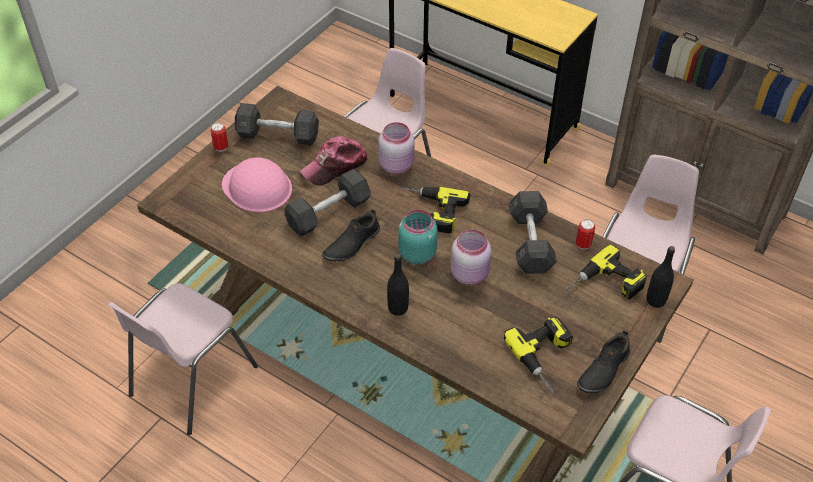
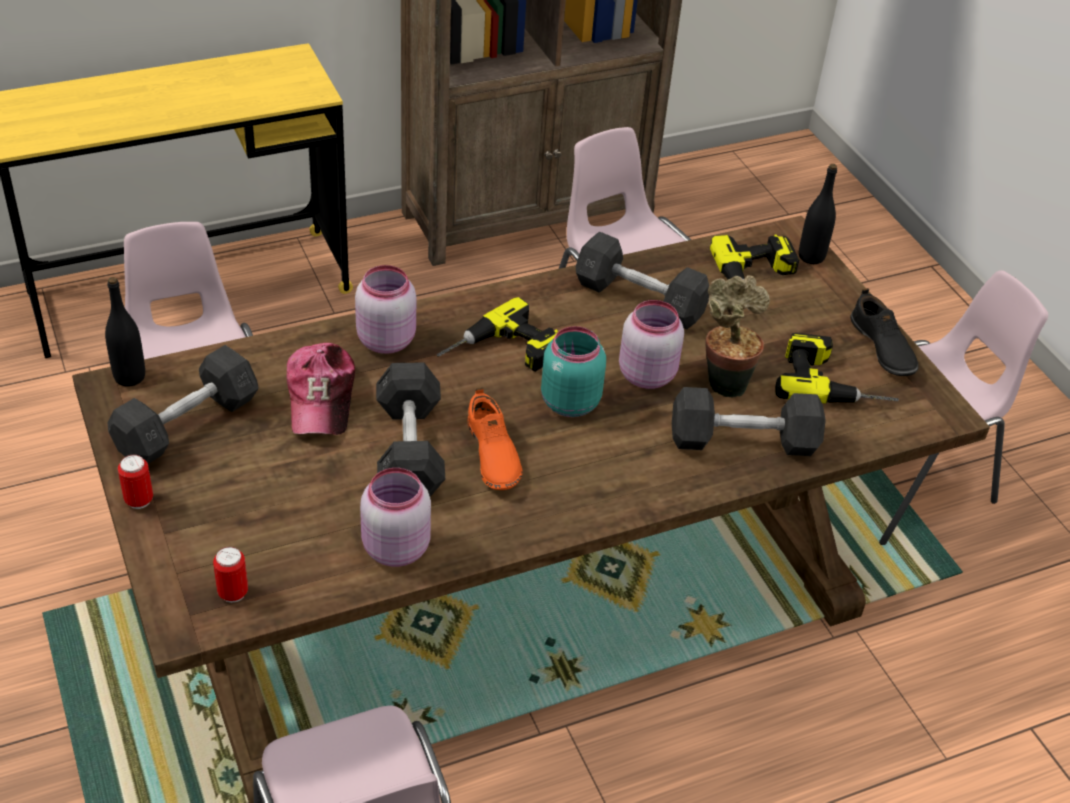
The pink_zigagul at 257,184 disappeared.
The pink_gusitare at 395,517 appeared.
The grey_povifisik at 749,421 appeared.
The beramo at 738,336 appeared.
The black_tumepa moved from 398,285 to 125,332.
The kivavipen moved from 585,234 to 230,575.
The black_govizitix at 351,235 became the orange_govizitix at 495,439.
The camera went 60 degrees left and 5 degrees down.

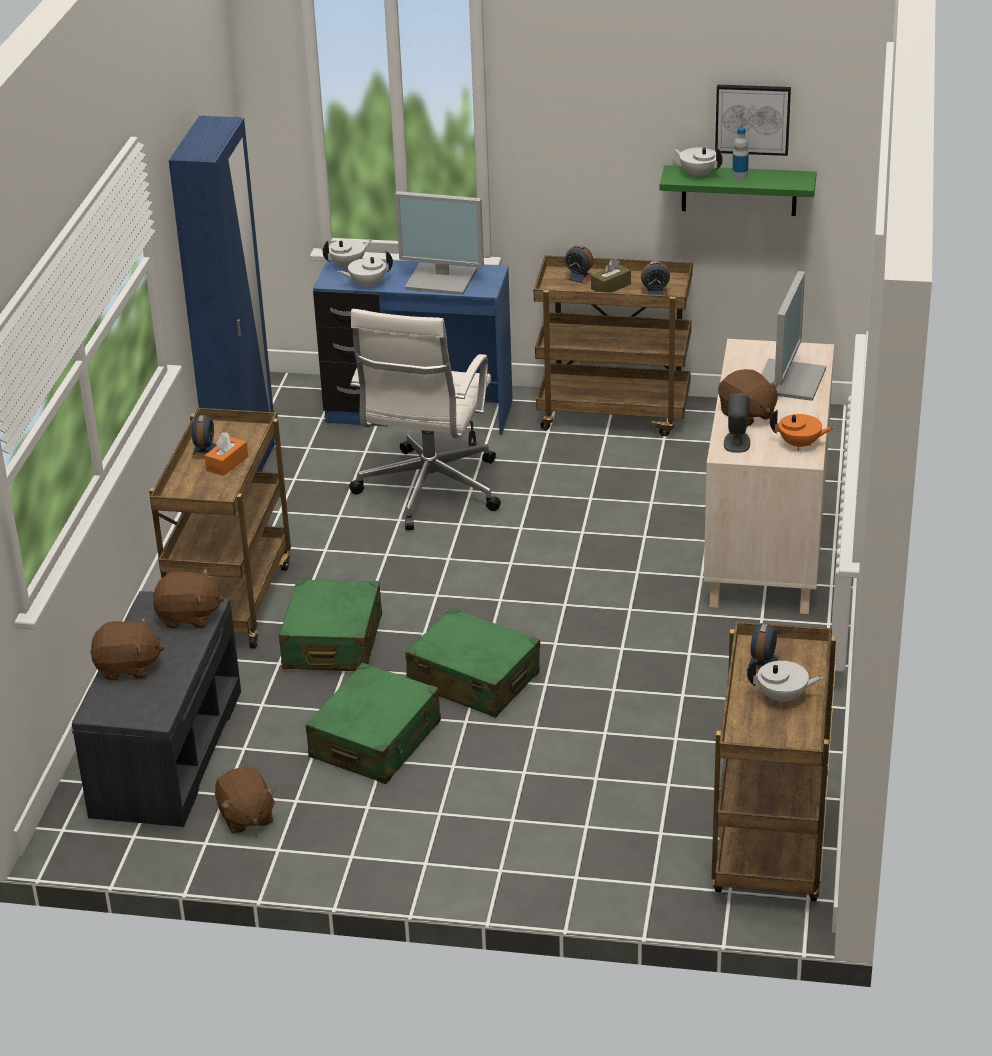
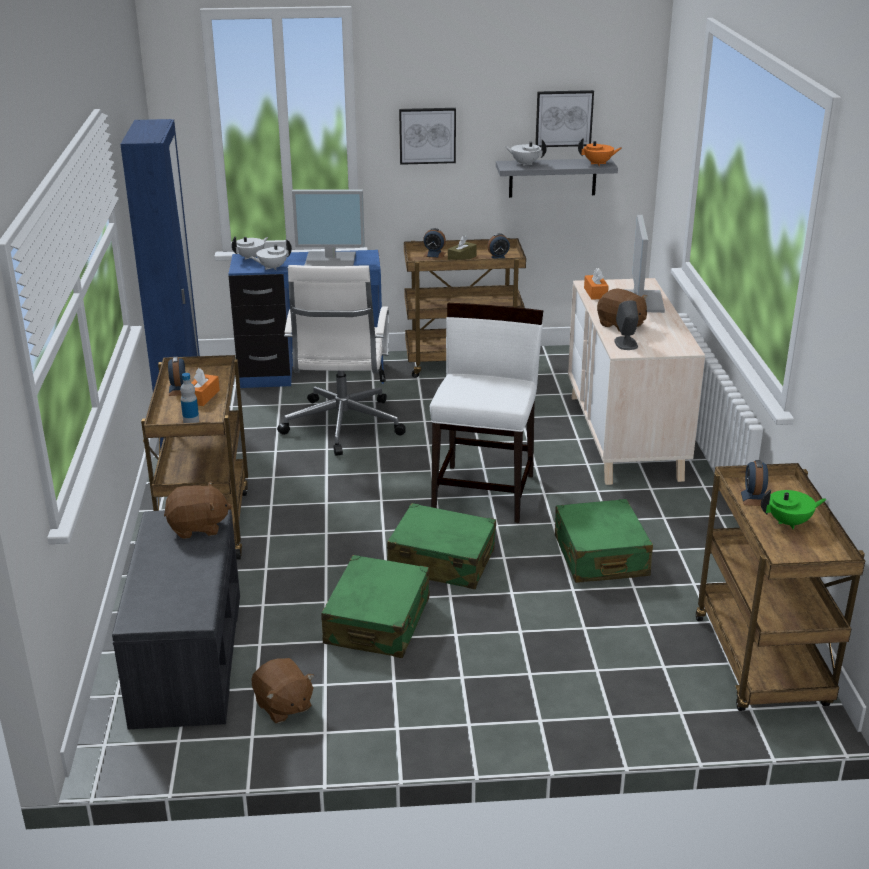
The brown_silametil at 127,648 disappeared.
The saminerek at 427,136 appeared.
The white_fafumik at 486,413 appeared.
The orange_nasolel at 596,284 appeared.
The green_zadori moved from 330,625 to 604,541.
The tumepa moved from 740,153 to 189,398.
The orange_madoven moved from 802,430 to 600,152.
The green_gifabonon at 738,190 became the grey_gifabonon at 557,178.
The white_madoven at 785,683 became the green_madoven at 794,509.
The camera went 15 degrees left and 5 degrees down.

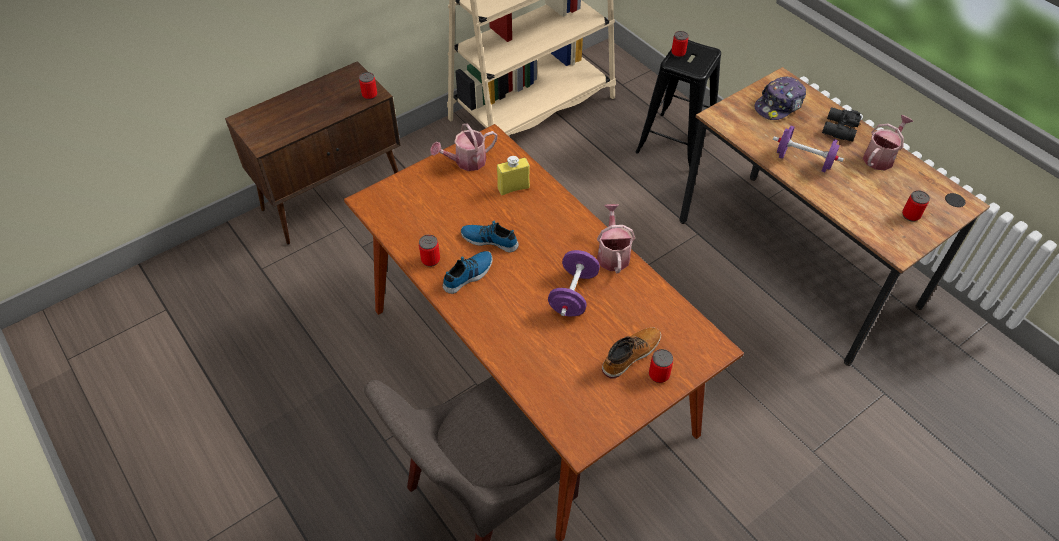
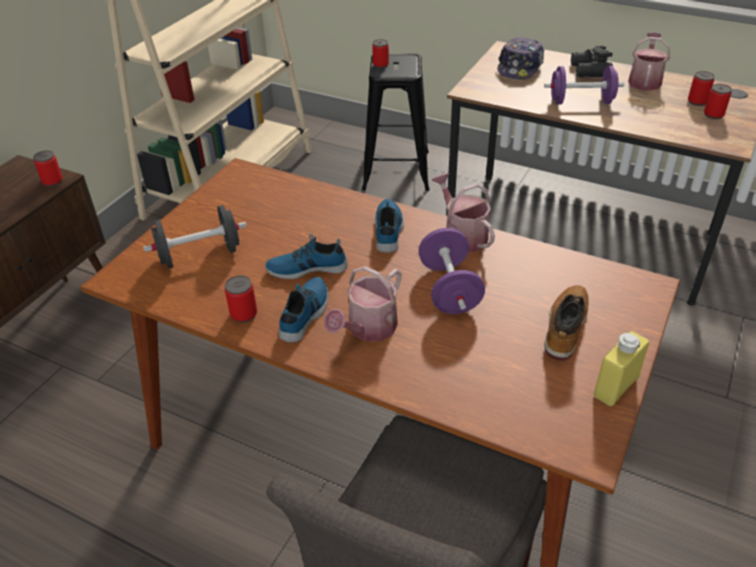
The black_povifisik at 195,237 appeared.
The govizitix at 389,226 appeared.
The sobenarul moved from 463,147 to 362,303.
The yellow_tumepa moved from 513,175 to 621,368.
The kivavipen moved from 661,366 to 701,88.
The camera went 25 degrees left and 10 degrees down.

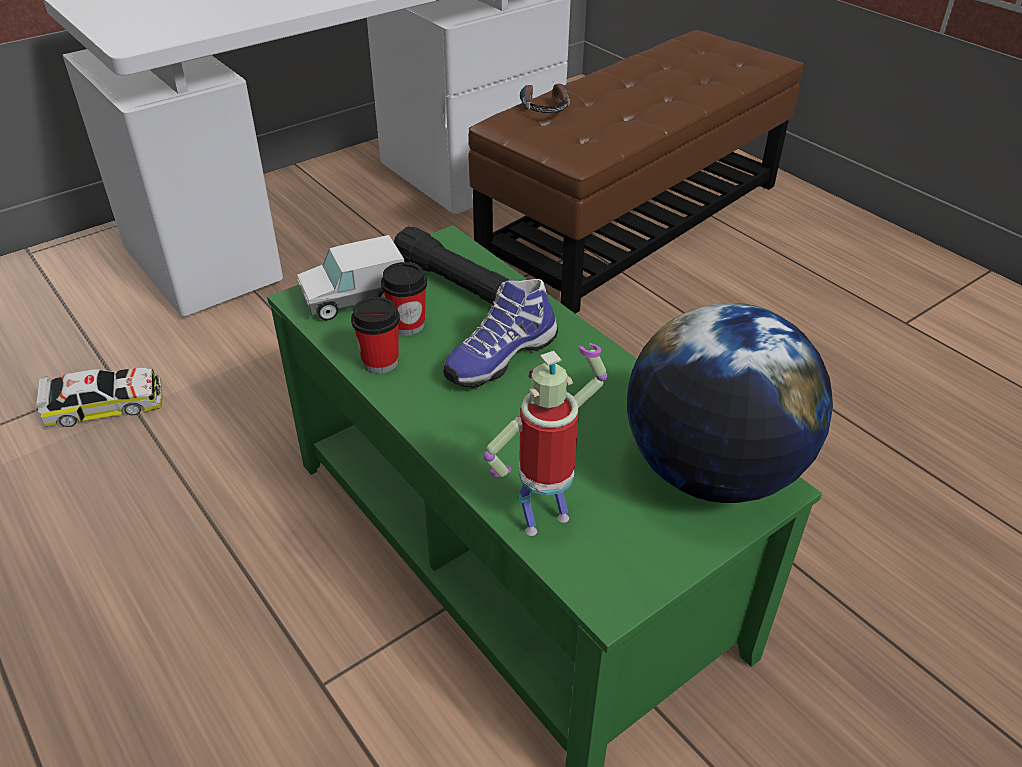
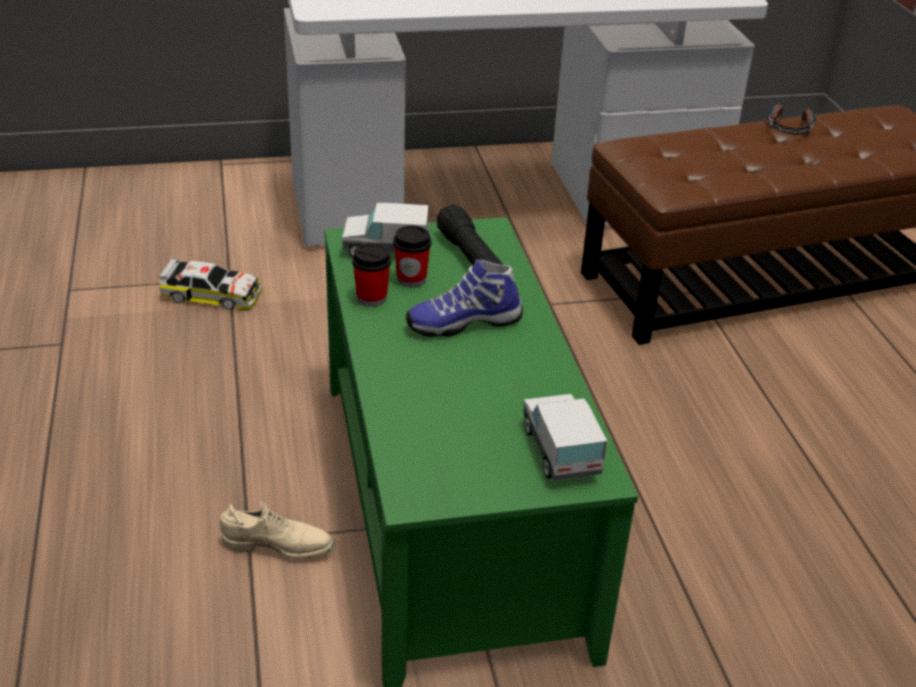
The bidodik at 545,439 disappeared.
The beige_govizitix at 277,530 appeared.
The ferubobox moved from 545,98 to 792,119.
The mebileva at 730,403 was replaced by the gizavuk at 565,437.
The camera went 25 degrees right and 5 degrees down.

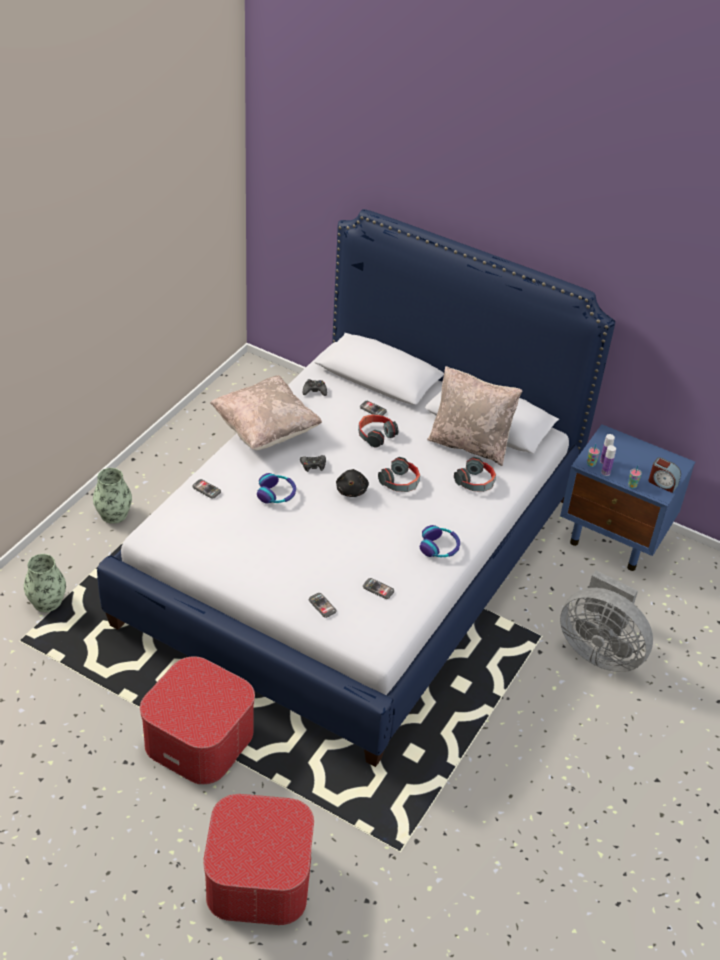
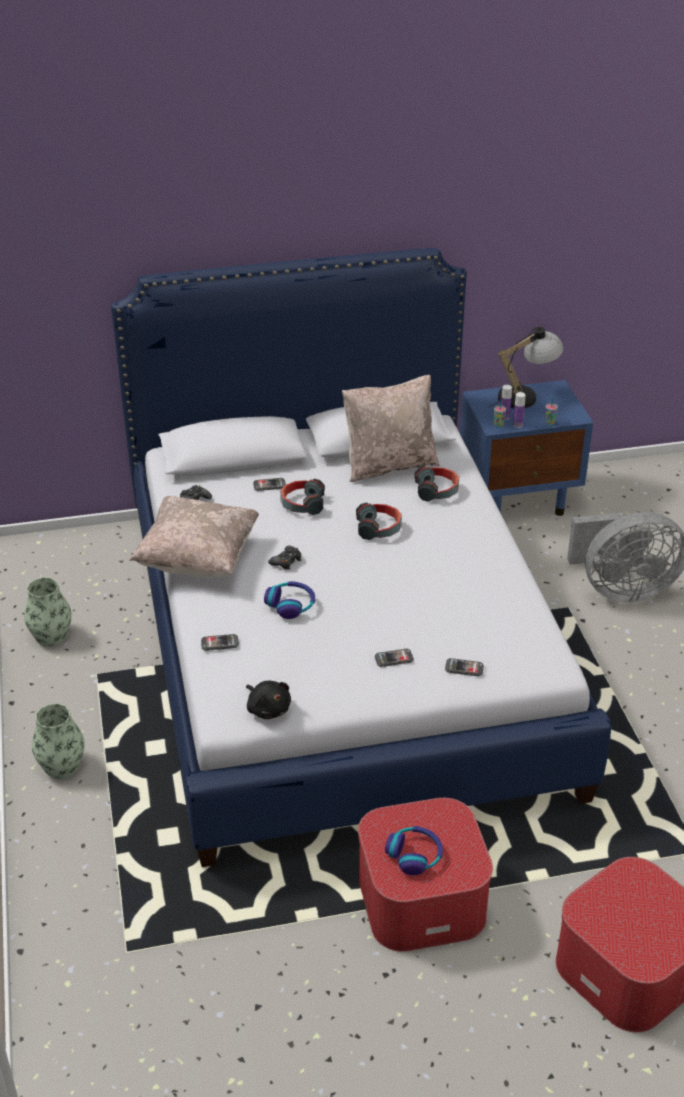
The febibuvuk at 665,475 disappeared.
The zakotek at 526,367 appeared.
The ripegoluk moved from 45,583 to 48,611.
The black_silametil moved from 352,483 to 268,700.
The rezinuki moved from 378,588 to 394,658.
The ferubobox moved from 440,541 to 414,850.
The camera went 40 degrees left and 5 degrees down.

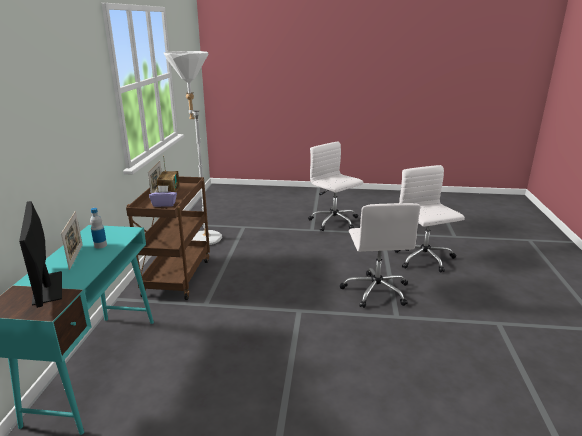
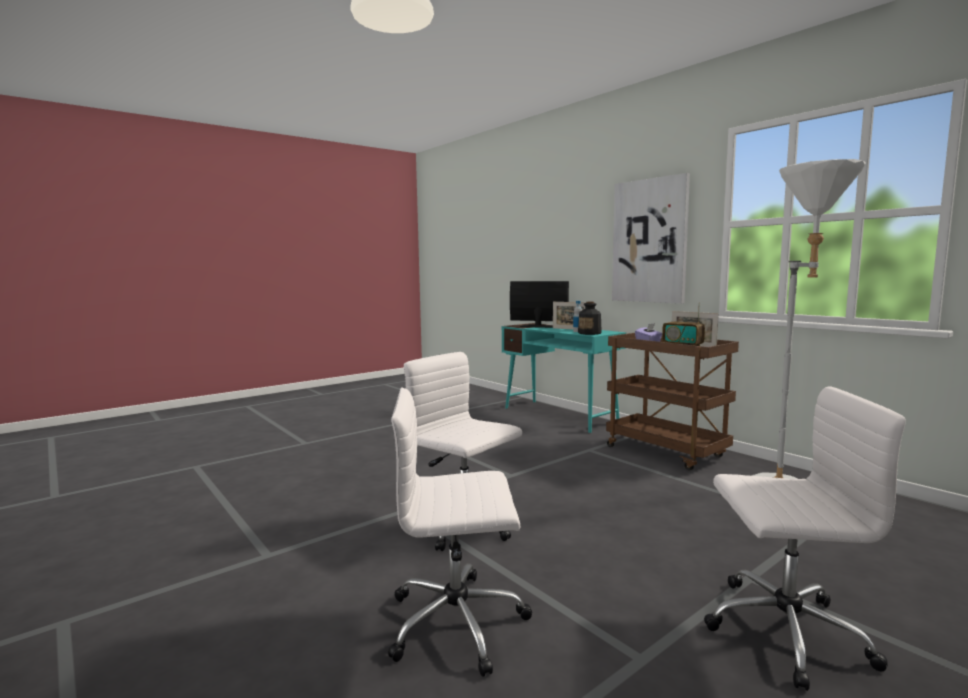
The tumepa at 590,318 appeared.
The saminerek at 651,238 appeared.
The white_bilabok at 429,219 turned 150 degrees clockwise.
The camera went 135 degrees right and 15 degrees down.

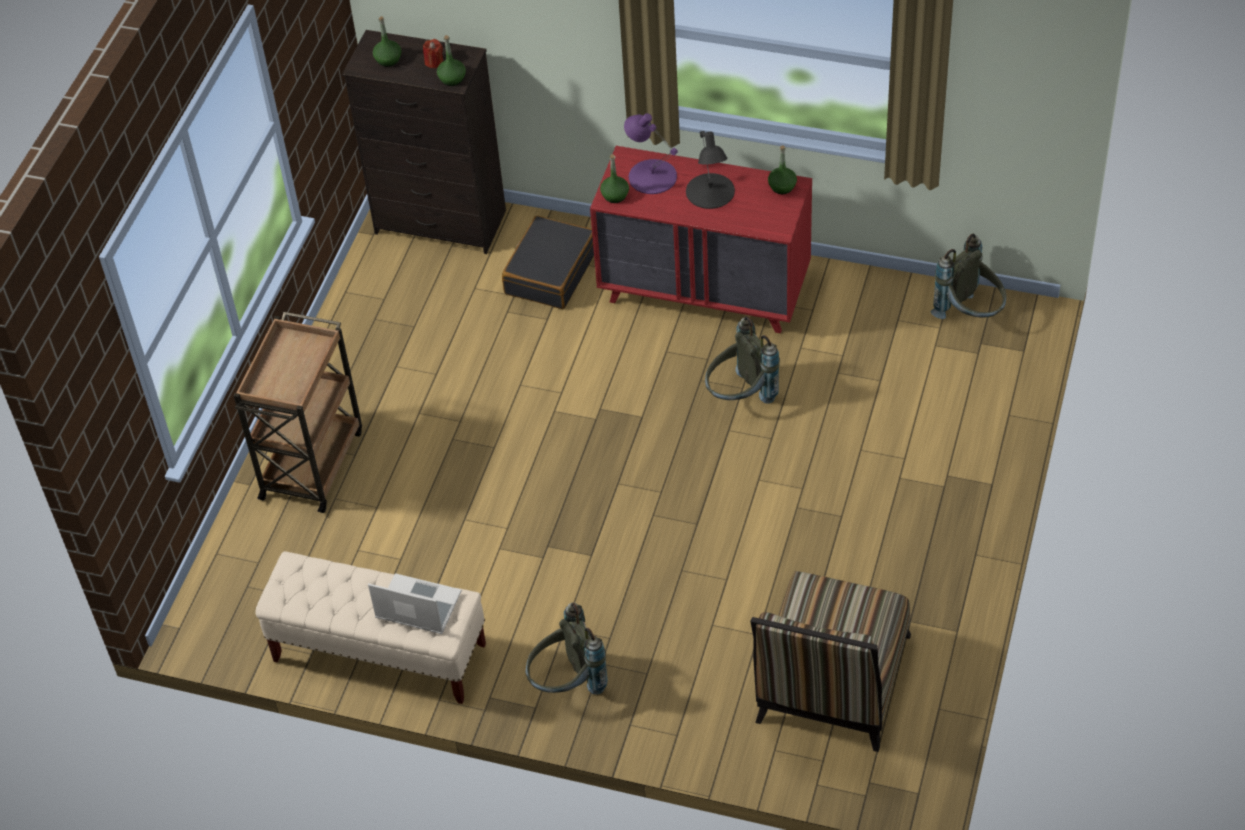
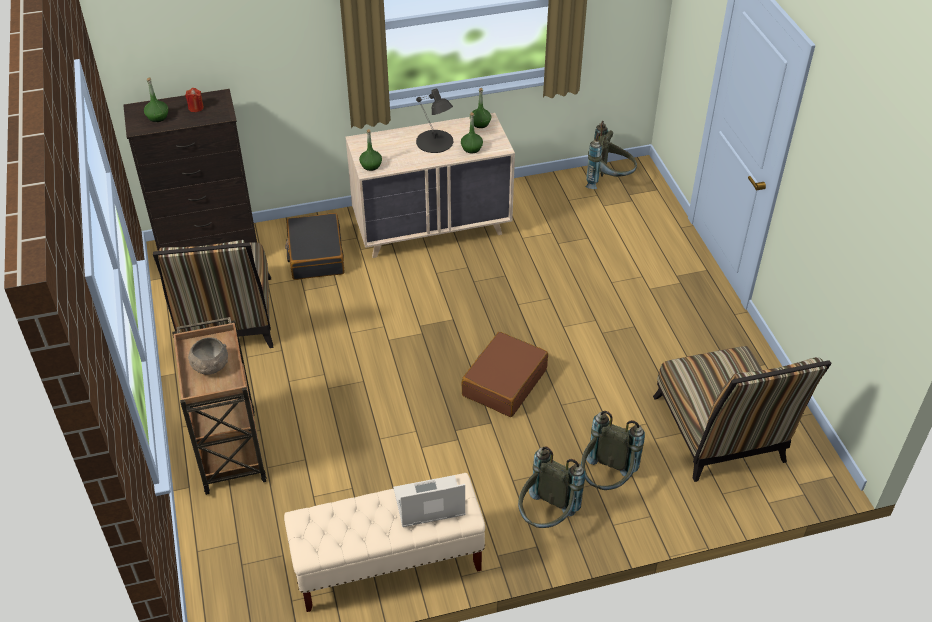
The purple_zakotek at 651,153 disappeared.
The fafumik at 213,294 appeared.
The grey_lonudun at 208,356 appeared.
The brown_zadori at 505,374 appeared.
The green_tumepa moved from 451,60 to 472,133.
The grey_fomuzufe moved from 742,360 to 613,450.
The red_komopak at 701,239 became the beige_komopak at 430,185.
The camera went 35 degrees left and 5 degrees down.

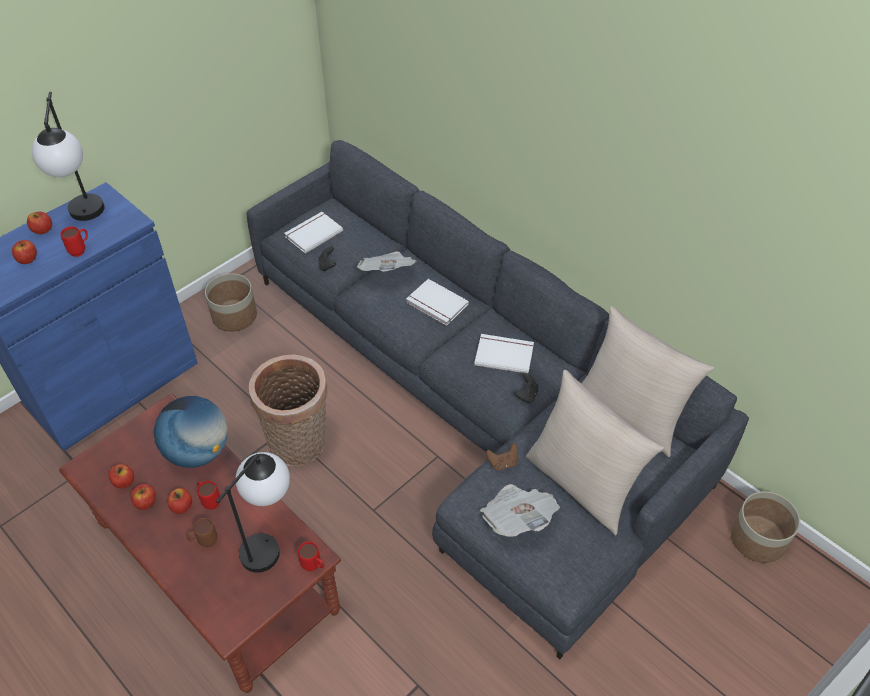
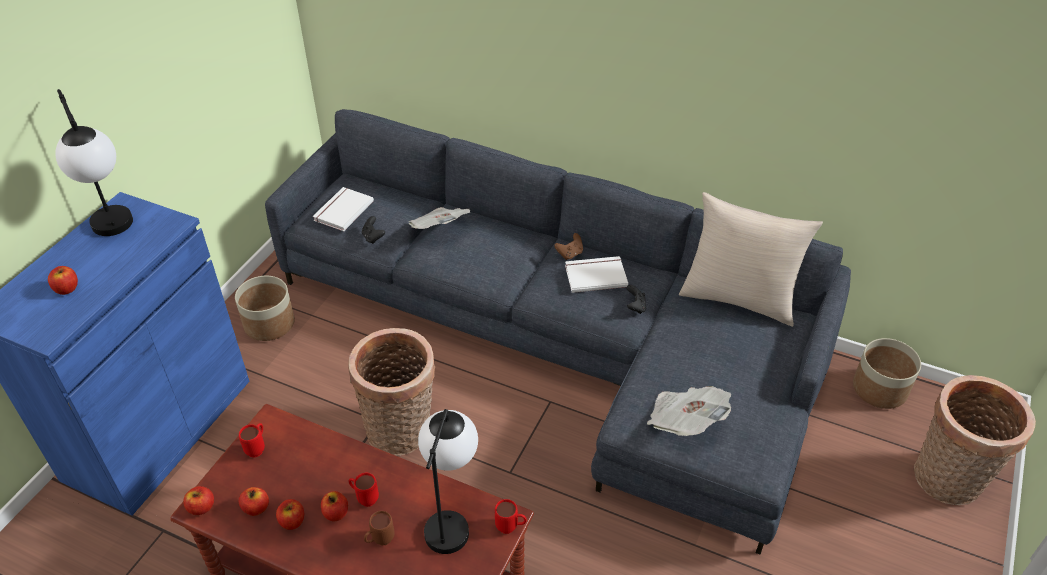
The mebileva at 191,432 disappeared.
The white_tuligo at 437,302 disappeared.
The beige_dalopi at 595,453 disappeared.
The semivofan at 975,440 appeared.
The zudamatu moved from 39,223 to 198,500.
The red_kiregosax moved from 74,241 to 252,440.
The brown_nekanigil moved from 502,457 to 568,246.
The camera went 20 degrees left and 5 degrees down.

